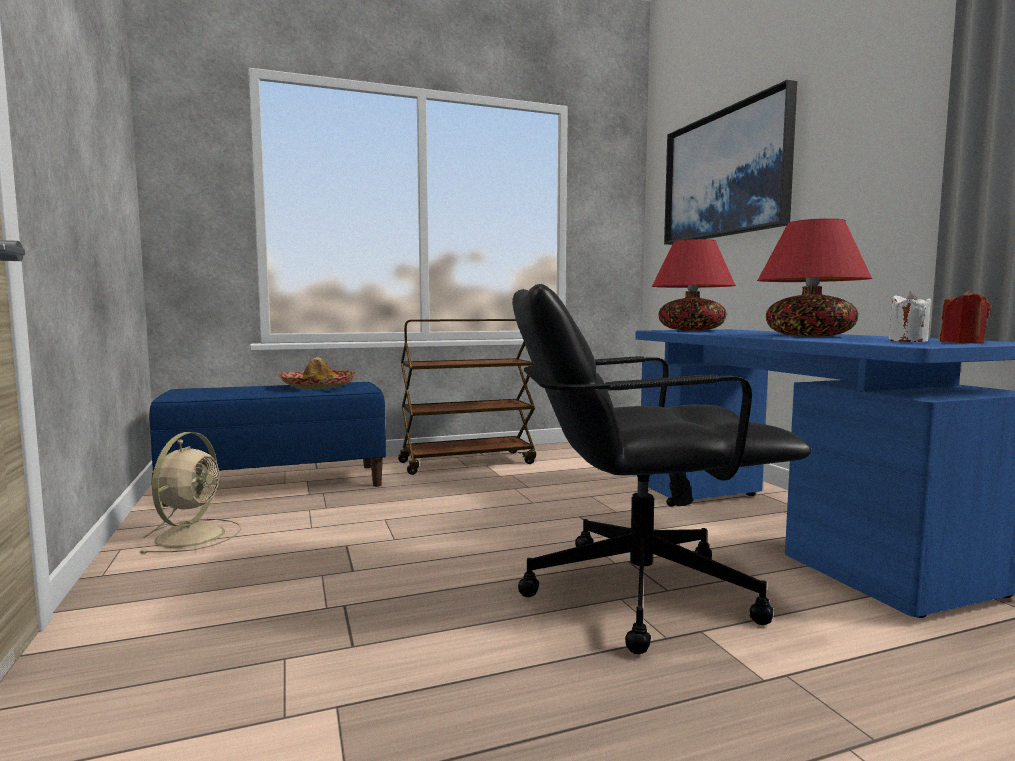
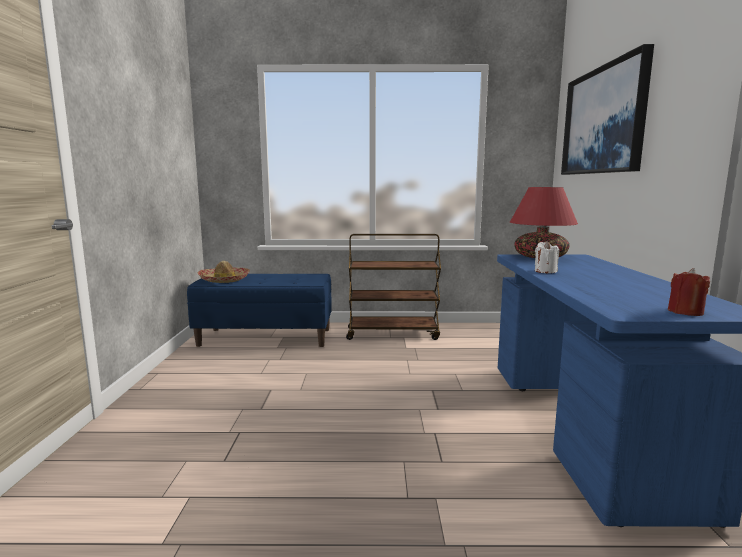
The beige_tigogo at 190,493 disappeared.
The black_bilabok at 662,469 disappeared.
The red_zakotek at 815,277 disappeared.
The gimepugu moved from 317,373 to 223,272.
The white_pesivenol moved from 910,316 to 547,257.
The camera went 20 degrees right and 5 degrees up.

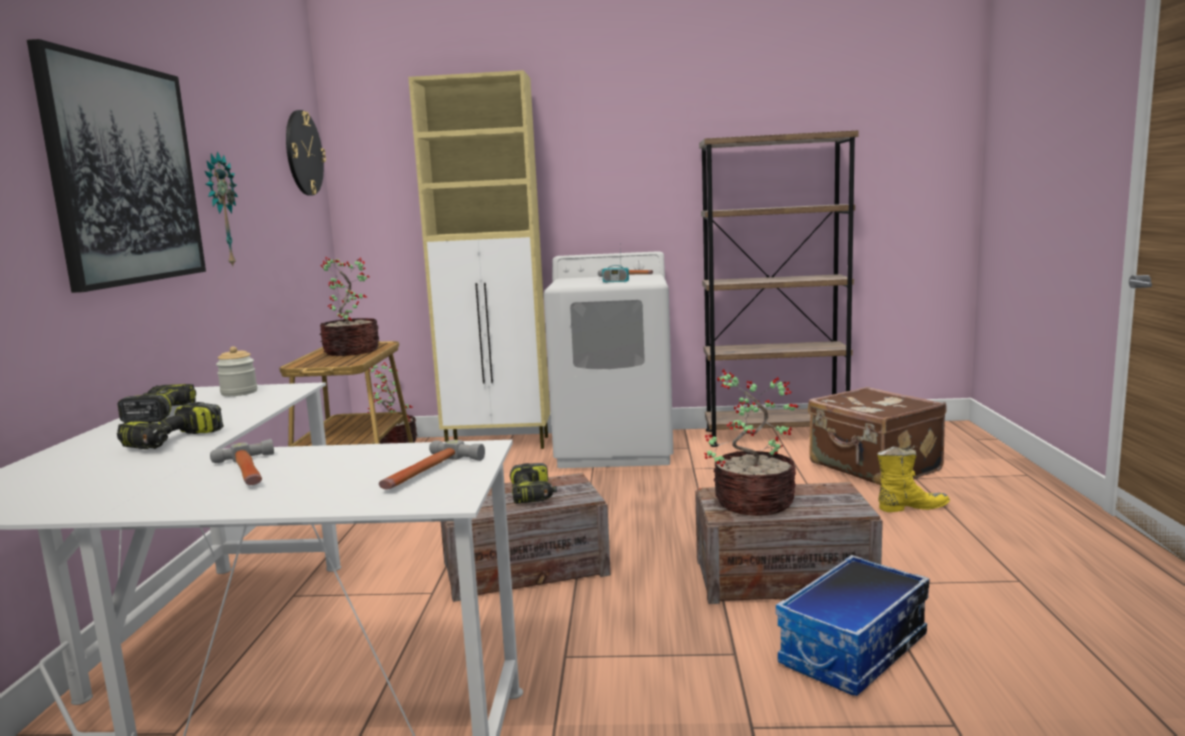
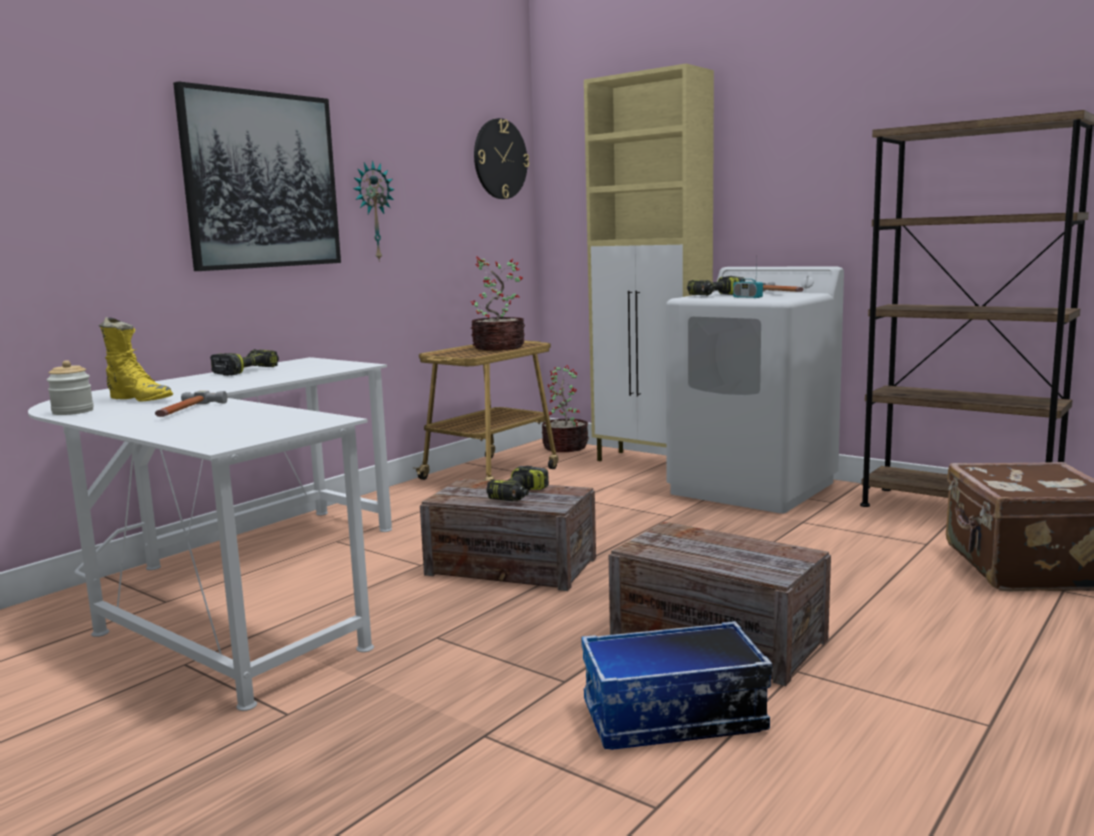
The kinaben at 432,465 disappeared.
The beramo at 752,442 disappeared.
The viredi moved from 170,425 to 716,286.
The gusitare moved from 236,371 to 70,387.
The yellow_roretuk moved from 913,479 to 135,359.
The camera went 35 degrees right and 0 degrees up.

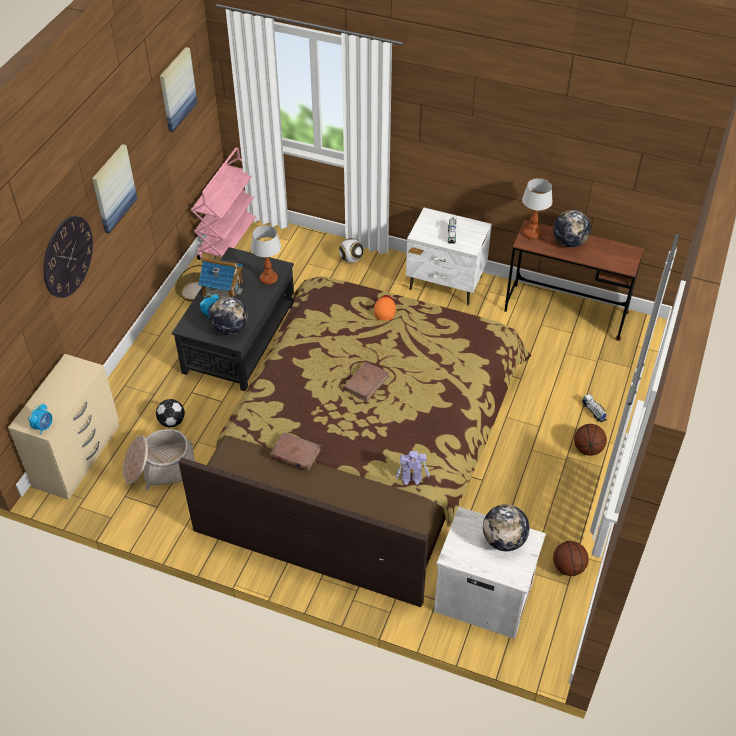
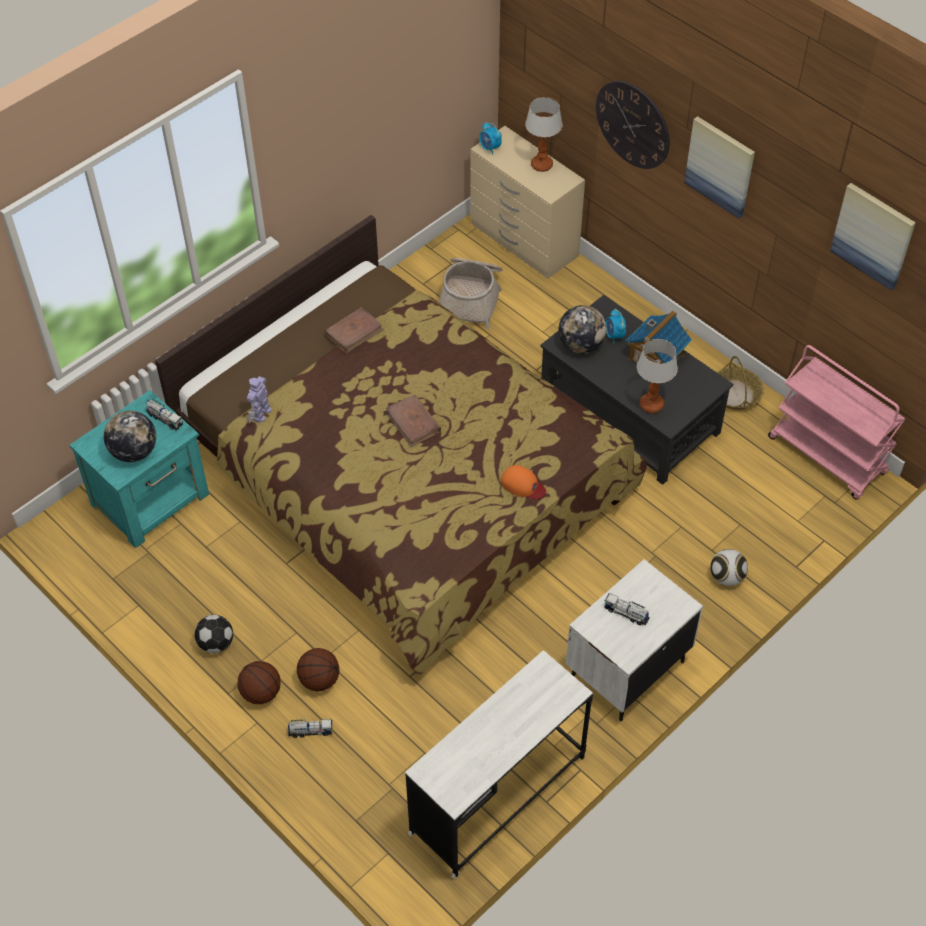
The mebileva at 572,228 disappeared.
The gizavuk at 164,414 appeared.
The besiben moved from 170,413 to 213,634.
The zakotek moved from 537,208 to 544,134.
The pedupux moved from 571,558 to 318,669.
The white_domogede at 490,573 became the turquoise_domogede at 139,469.
The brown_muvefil at 574,280 became the white_muvefil at 499,764.
The camera went 115 degrees right and 5 degrees up.

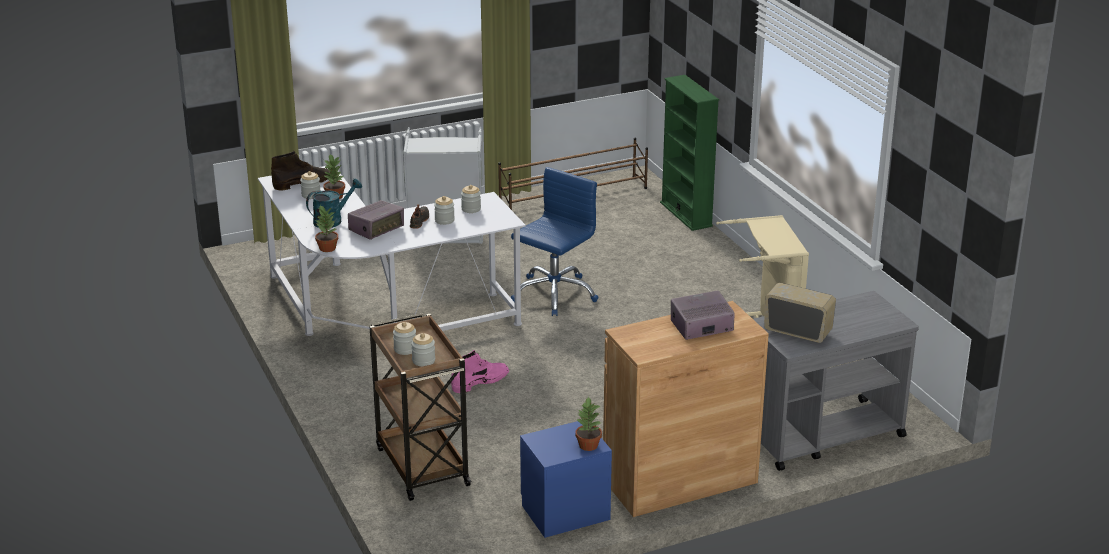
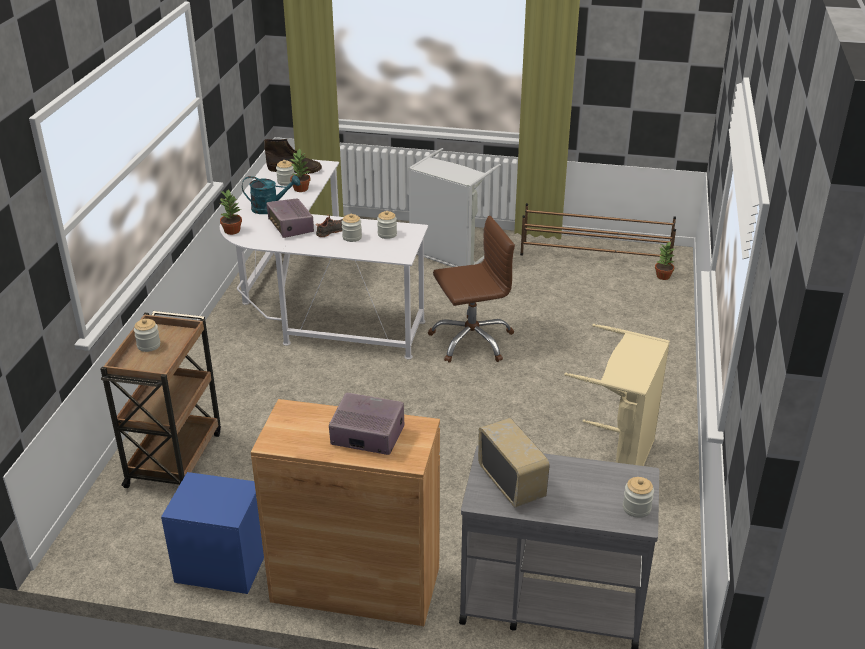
The pink_roretuk at 480,371 disappeared.
The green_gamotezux at 689,153 disappeared.
The gusitare moved from 423,349 to 638,497.
The beramo moved from 588,424 to 665,260.
The blue_bilabok at 555,241 became the brown_bilabok at 471,289.
The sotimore at 376,220 turned 75 degrees clockwise.
The camera went 35 degrees right and 5 degrees up.

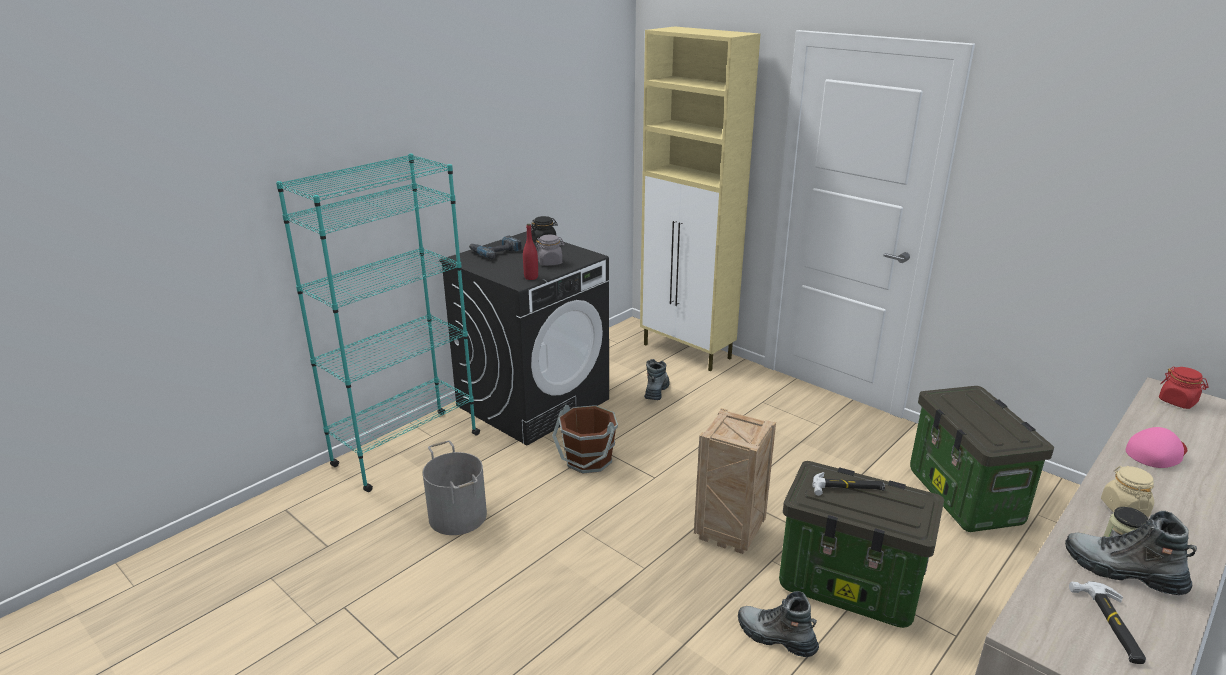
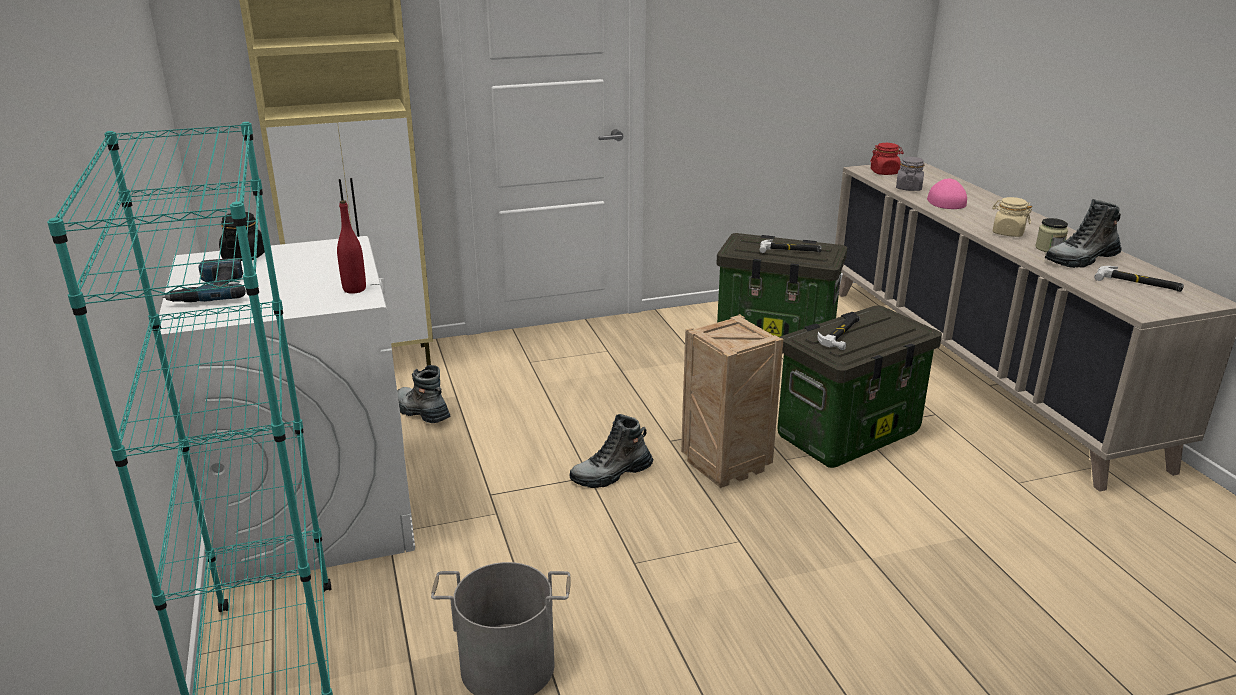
The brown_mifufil at 585,439 disappeared.
The kinaben at 790,246 appeared.
The grey_gusitare moved from 550,250 to 910,174.
The roretuk moved from 778,624 to 611,451.
The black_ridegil at 524,338 became the white_ridegil at 284,412.
The camera went 60 degrees left and 0 degrees up.

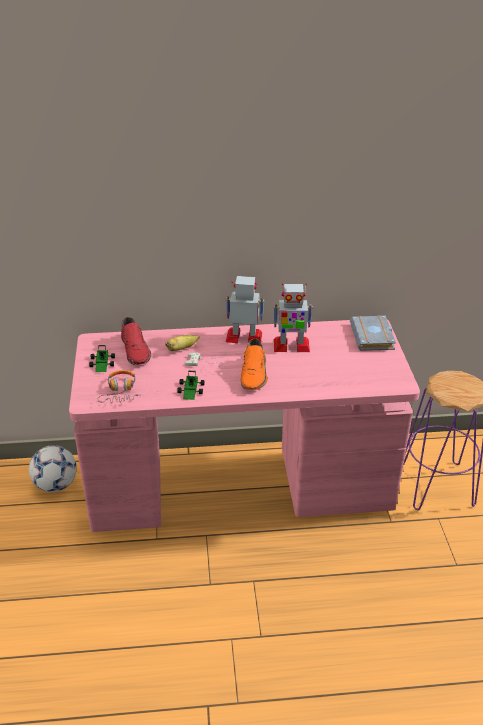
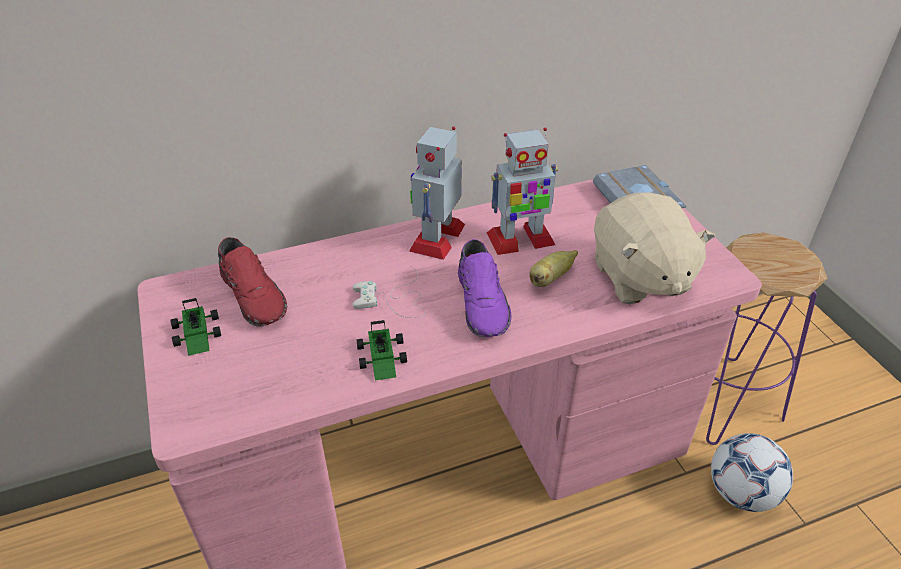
The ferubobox at 118,386 disappeared.
The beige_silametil at 654,248 appeared.
The besiben moved from 53,468 to 752,472.
The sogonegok moved from 182,343 to 553,268.
The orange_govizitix at 254,364 became the purple_govizitix at 484,288.
The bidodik at 245,309 turned 60 degrees counterclockwise.
The camera went 15 degrees left and 5 degrees up.

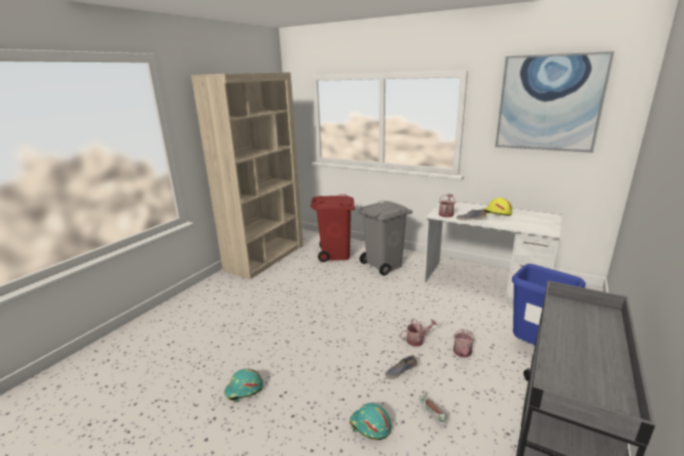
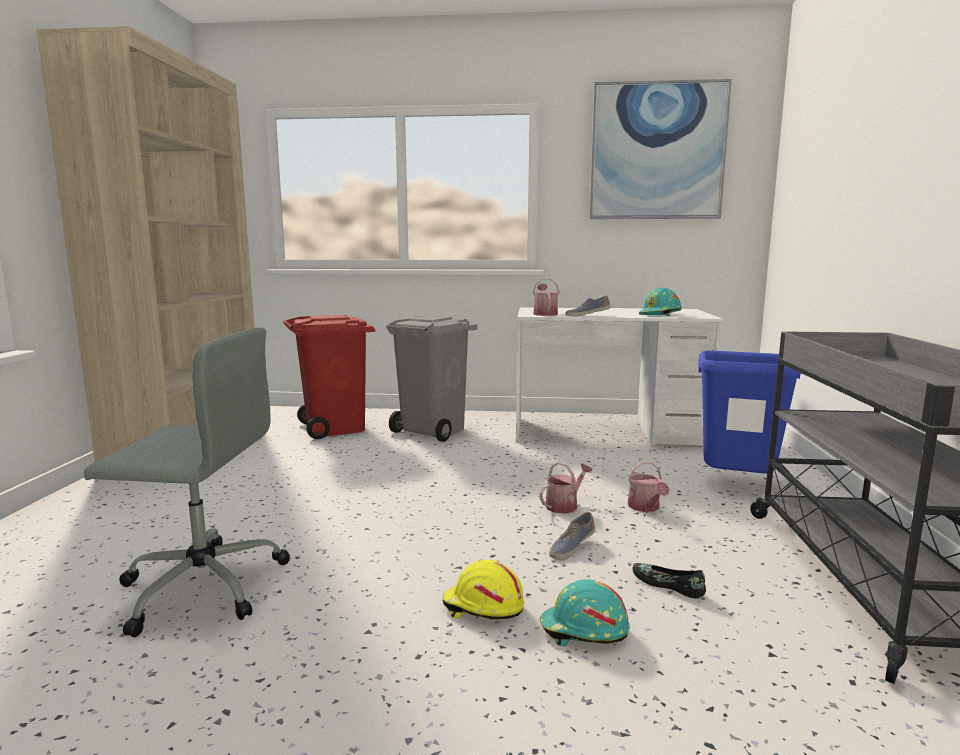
The grey_bilabok at 187,482 appeared.
The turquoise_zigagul moved from 243,386 to 660,301.
The yellow_zigagul moved from 497,207 to 483,590.
The white_govizitix at 433,410 became the black_govizitix at 669,580.
The camera went 25 degrees left and 10 degrees down.

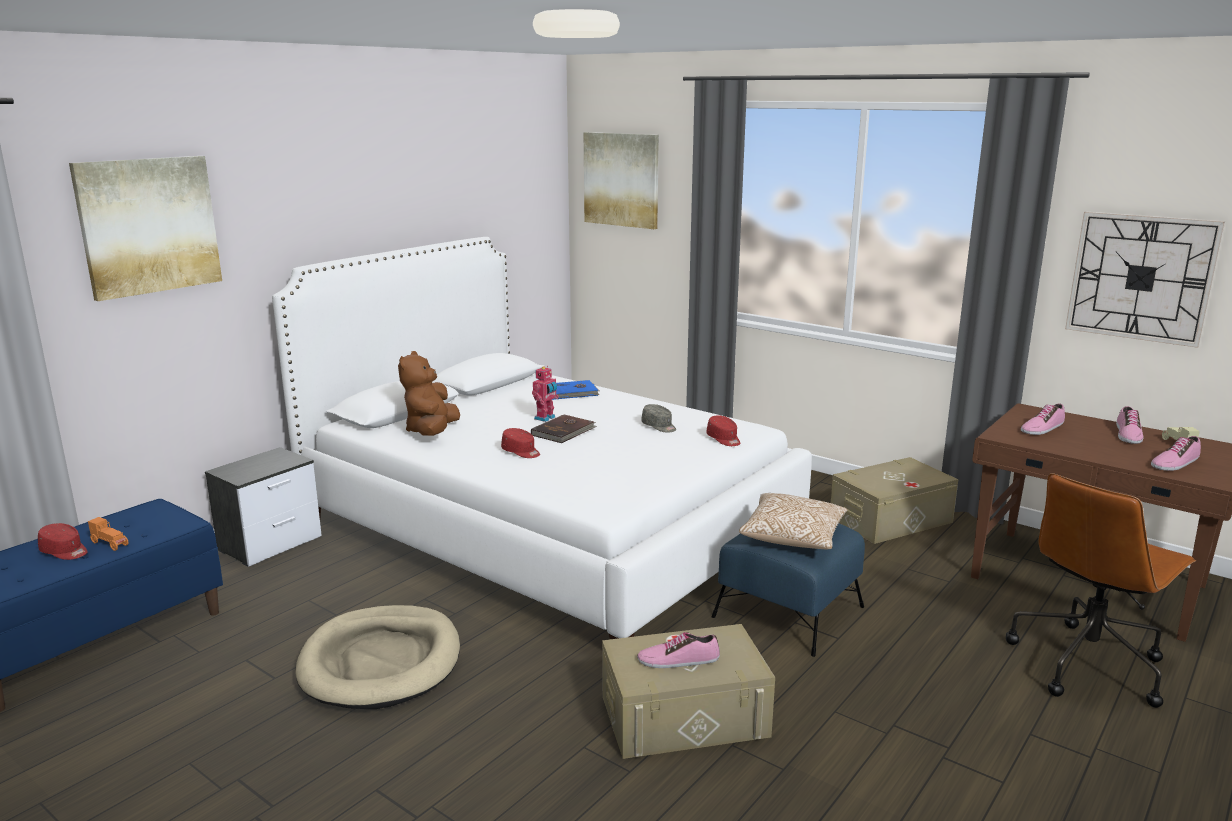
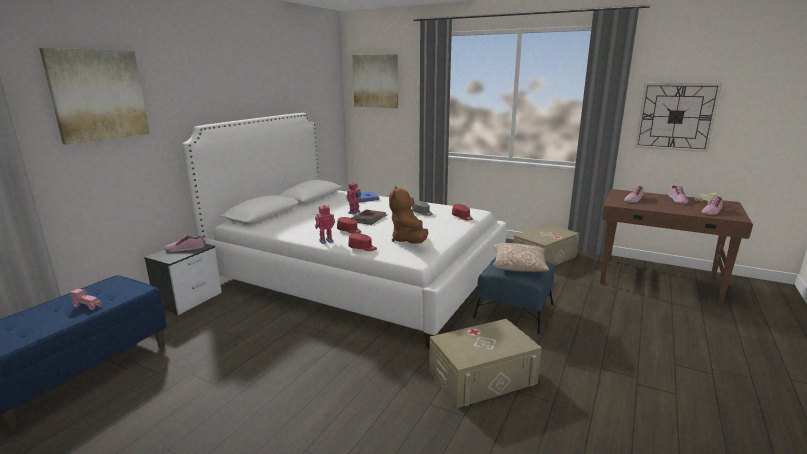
The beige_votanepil at 377,657 disappeared.
The brown_bilabok at 1101,590 disappeared.
The bidodik at 325,224 appeared.
The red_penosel moved from 63,541 to 362,242.
The brown_silametil moved from 429,393 to 408,215.
The govizitix moved from 678,650 to 185,243.
The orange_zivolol at 108,534 became the pink_zivolol at 86,299.
The camera went 10 degrees left and 0 degrees up.

